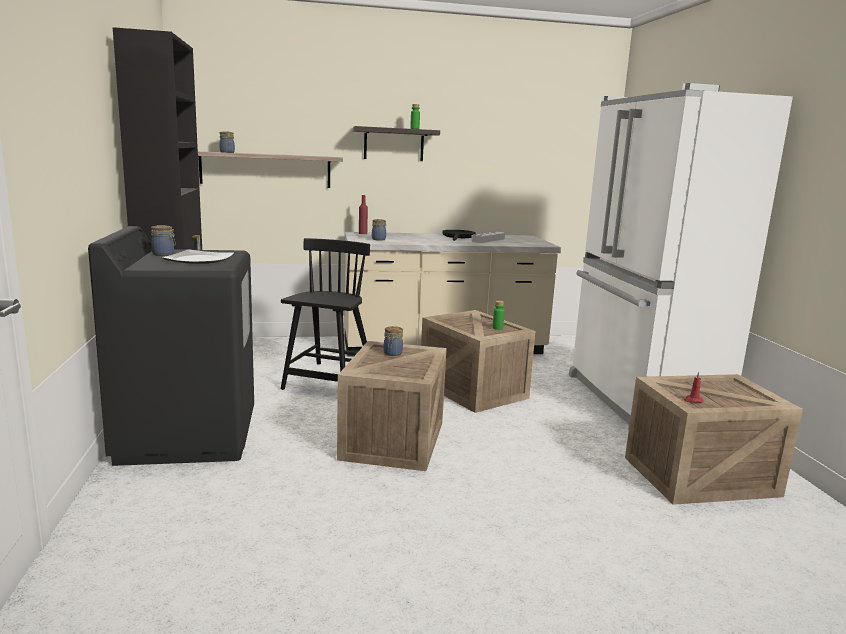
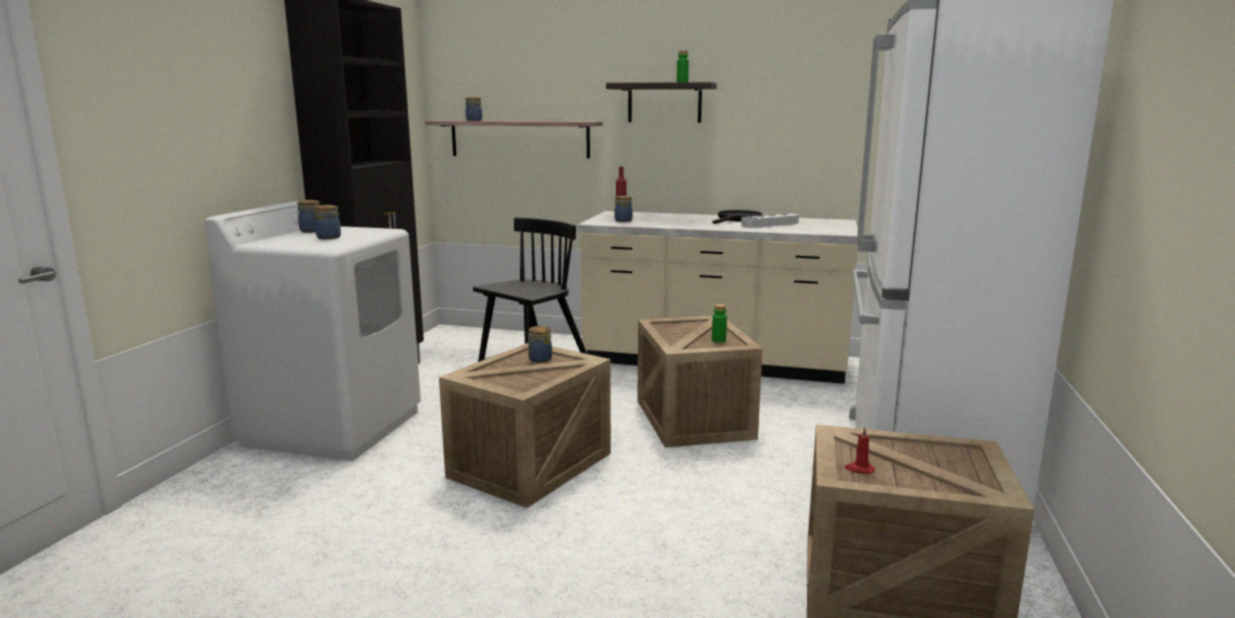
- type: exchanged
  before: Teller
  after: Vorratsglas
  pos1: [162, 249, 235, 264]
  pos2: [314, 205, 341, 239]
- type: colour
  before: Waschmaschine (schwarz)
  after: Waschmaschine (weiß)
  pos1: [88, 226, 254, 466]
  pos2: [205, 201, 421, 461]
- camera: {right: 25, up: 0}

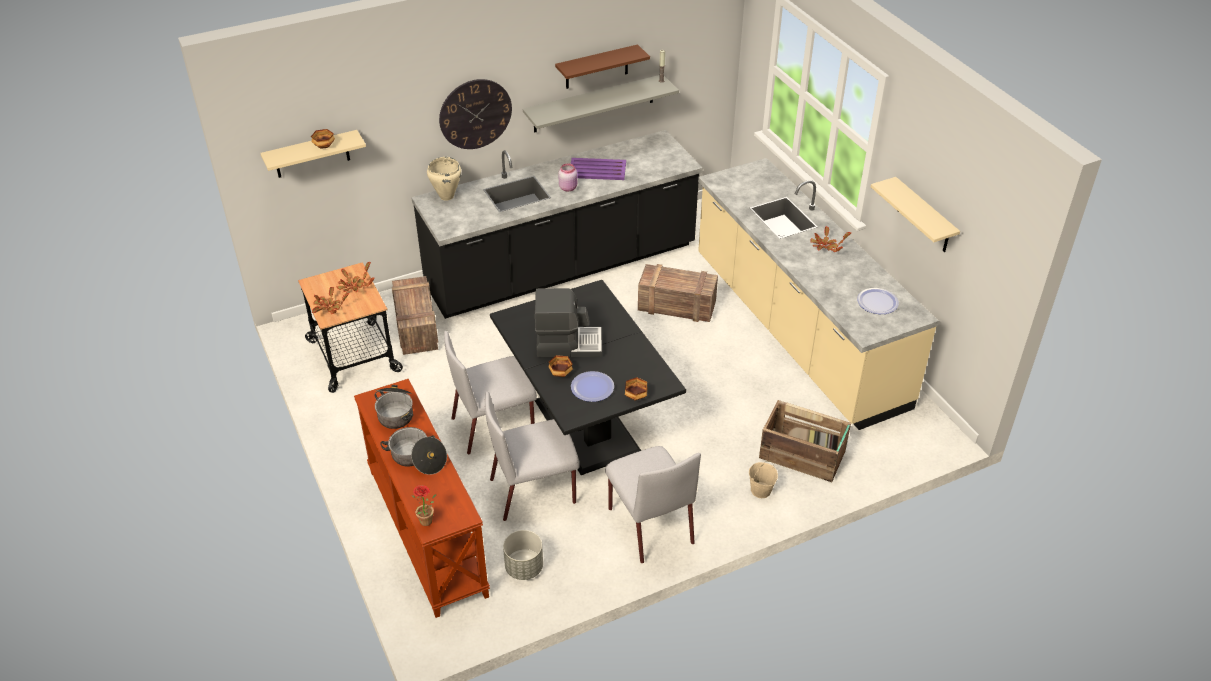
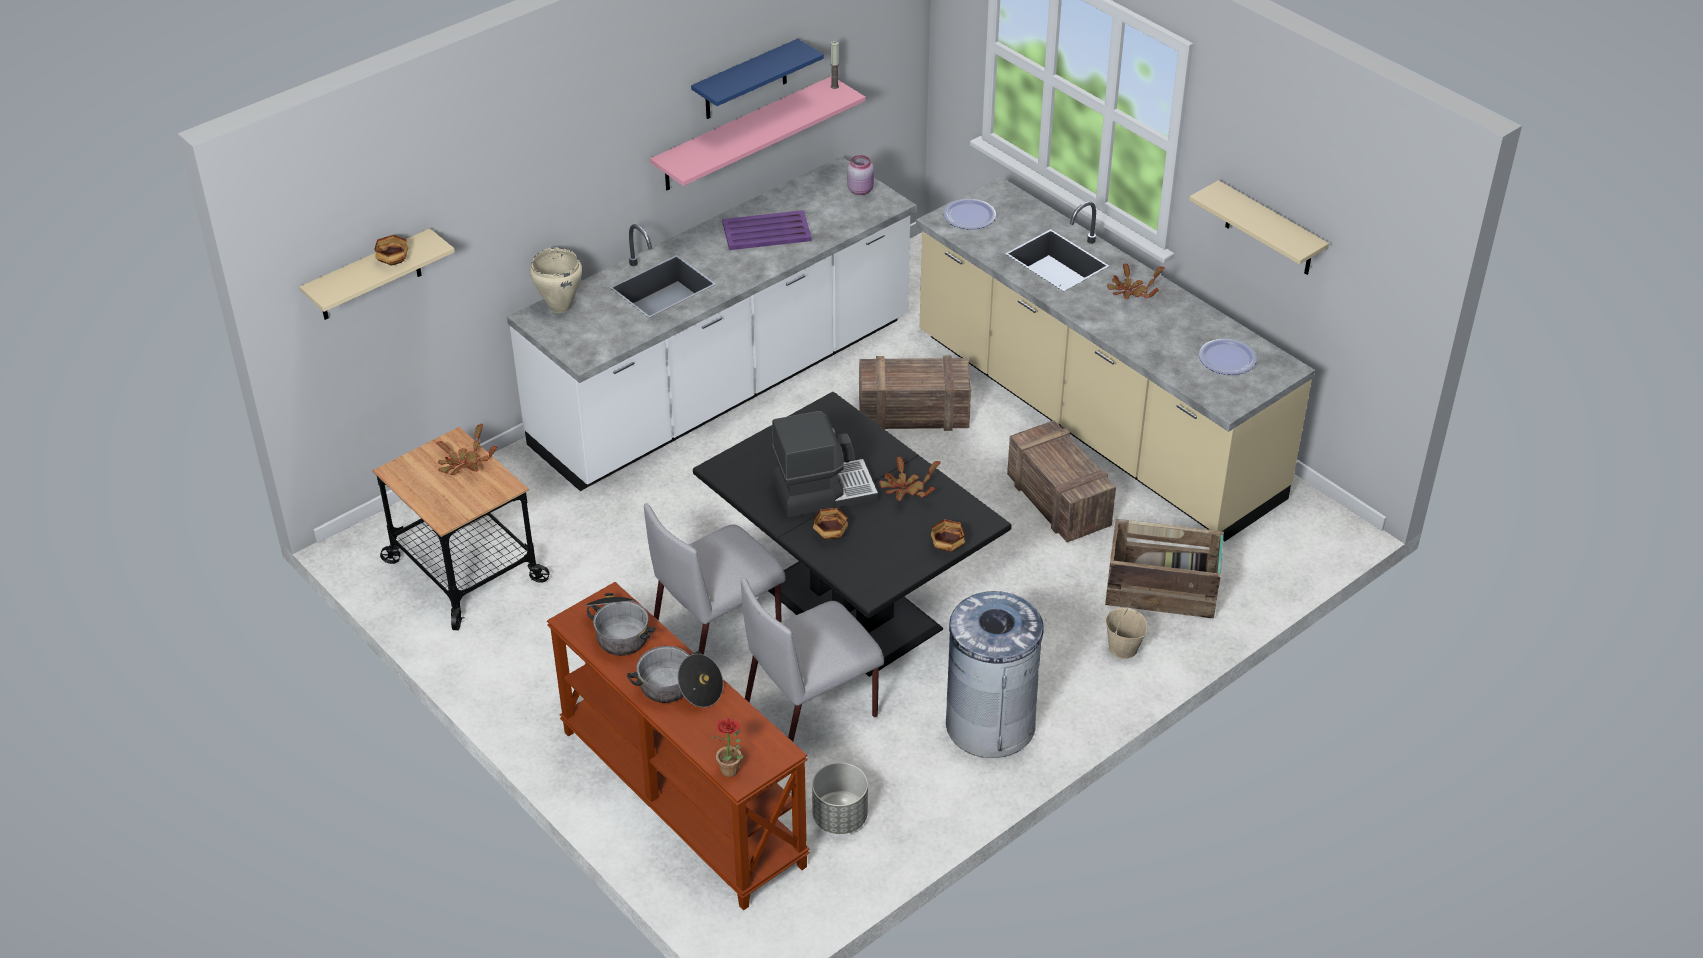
- type: missing
  before: Wanduhr
  pos1: [439, 79, 512, 149]
- type: relocated
  before: Topfpflanze
  pos1: [312, 286, 349, 314]
  pos2: [879, 456, 941, 501]
- type: relocated
  before: Kiste
  pos1: [392, 276, 438, 355]
  pos2: [1007, 420, 1116, 543]
- type: relocated
  before: Vorratsglas (rosa)
  pos1: [558, 164, 577, 191]
  pos2: [847, 155, 874, 195]
- type: relocated
  before: Teller
  pos1: [571, 371, 614, 402]
  pos2: [943, 199, 996, 230]
- type: exchanged
  before: Stuhl (grau)
  after: Mülleimer (grau)
  pos1: [605, 446, 701, 563]
  pos2: [946, 591, 1047, 758]
- type: colour
  before: Küchenzeile (schwarz)
  after: Küchenzeile (weiß)
  pos1: [411, 130, 703, 319]
  pos2: [507, 156, 917, 491]
- type: colour
  before: Wandregal (grau)
  after: Wandregal (rosa)
  pos1: [523, 75, 679, 133]
  pos2: [650, 76, 866, 190]
- type: colour
  before: Wandregal (braun)
  after: Wandregal (blau)
  pos1: [555, 44, 650, 89]
  pos2: [691, 39, 824, 119]
- camera: {right: -15, up: 0}

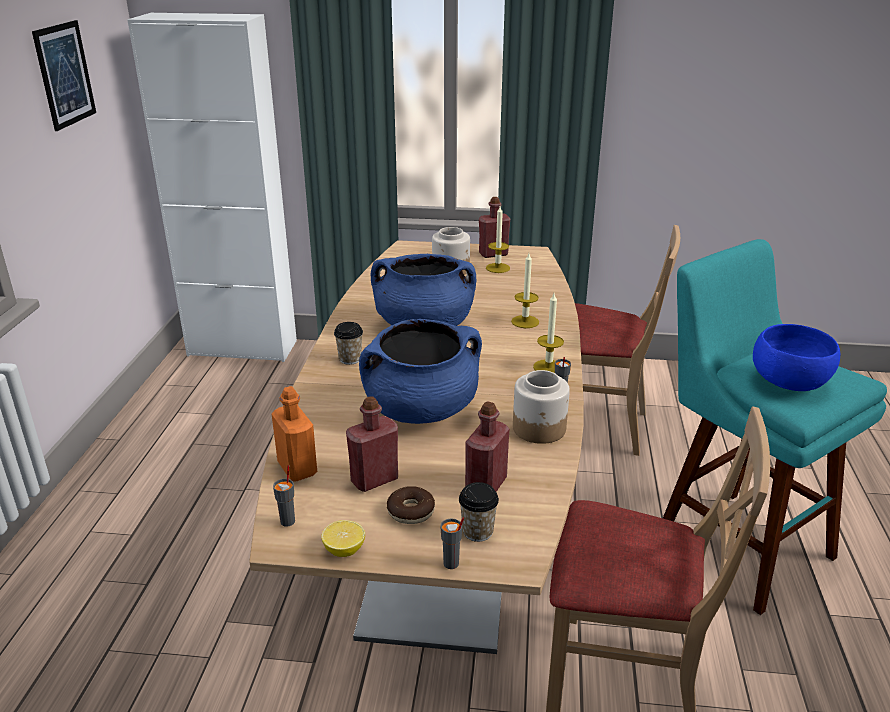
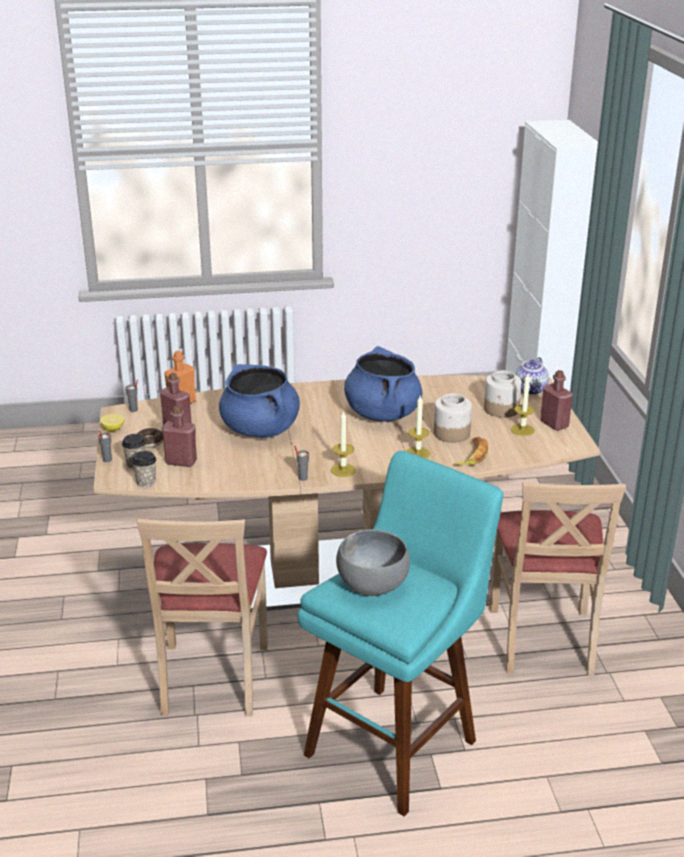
- type: missing
  before: Bild
  pos1: [32, 20, 96, 131]
- type: appeared
  after: Banane
  pos2: [454, 437, 488, 465]
- type: appeared
  after: Teekanne
  pos2: [515, 357, 549, 395]
- type: relocated
  before: Tasse
  pos1: [334, 322, 363, 365]
  pos2: [132, 451, 156, 487]
- type: relocated
  before: Vorratsglas
  pos1: [513, 370, 570, 444]
  pos2: [434, 393, 472, 443]
- type: colour
  before: Schüssel (blau)
  after: Schüssel (grau)
  pos1: [753, 324, 840, 391]
  pos2: [336, 529, 410, 596]
- camera: {right: 75, up: 0}

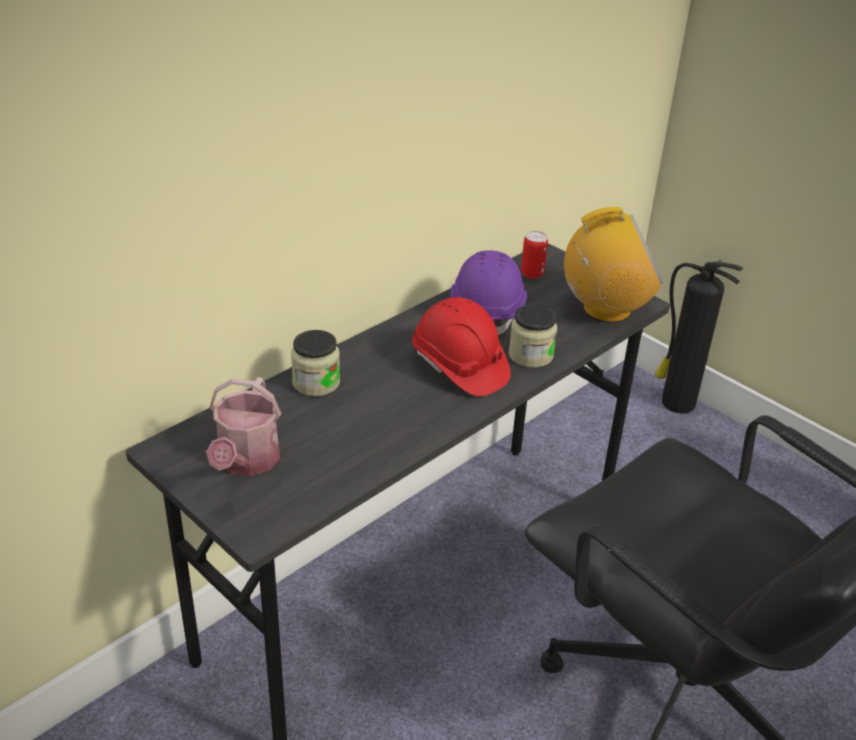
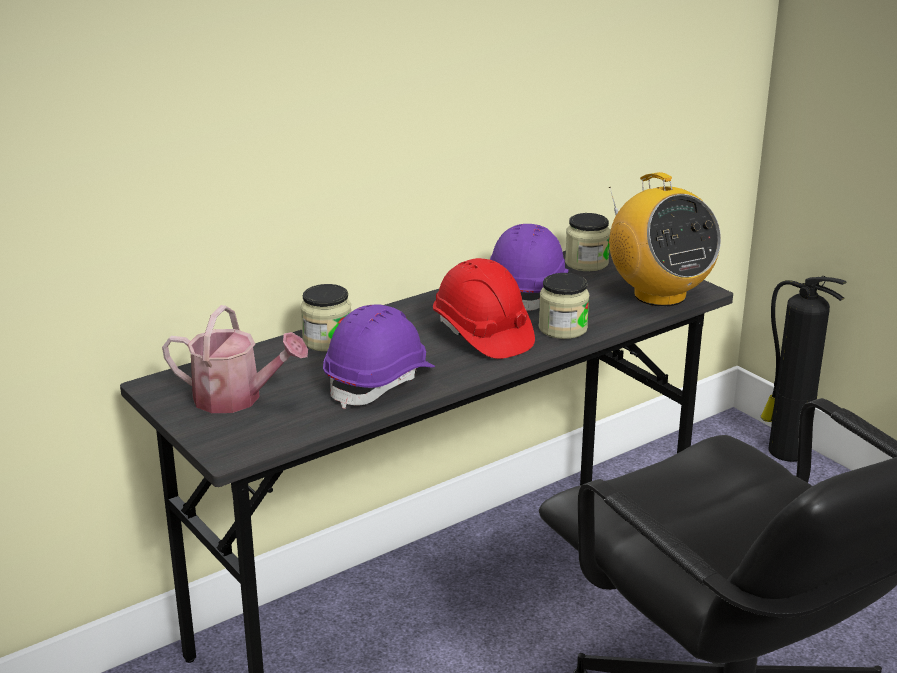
- type: appeared
  after: Schutzhelm (lila)
  pos2: [323, 304, 435, 409]
- type: exchanged
  before: Dose
  after: Vorratsglas
  pos1: [521, 231, 548, 279]
  pos2: [565, 213, 610, 271]
- type: spun
  before: Gießkanne
  pos1: [206, 377, 281, 476]
  pos2: [162, 305, 308, 413]
  turn: -90
- type: spun
  before: Radio
  pos1: [564, 207, 663, 323]
  pos2: [609, 172, 721, 307]
  turn: 60
- camera: {right: 10, up: -10}

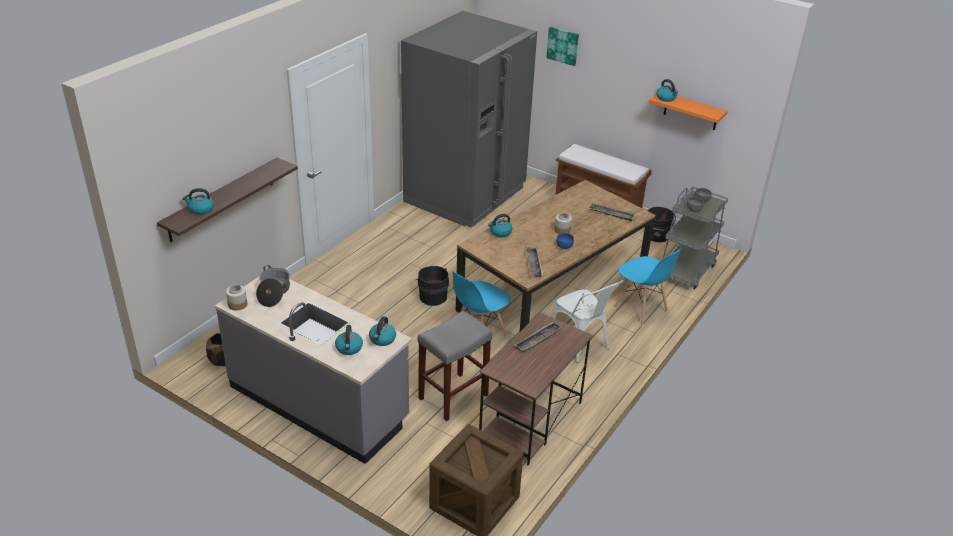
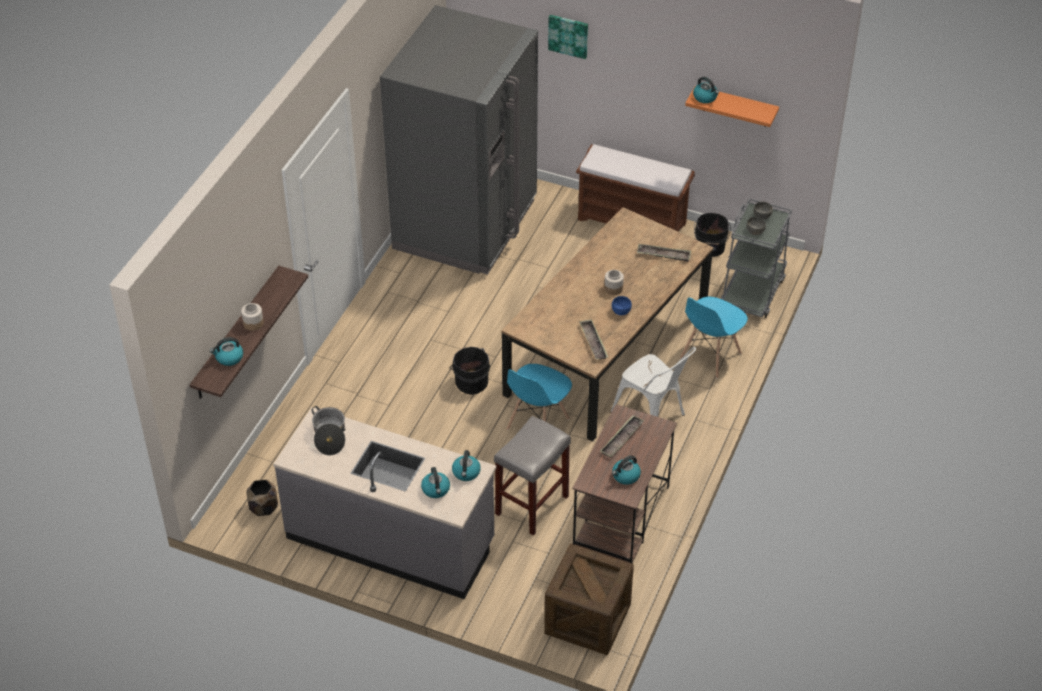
- type: relocated
  before: Vorratsglas
  pos1: [226, 285, 247, 311]
  pos2: [241, 303, 264, 331]
- type: relocated
  before: Wasserkessel
  pos1: [488, 214, 513, 237]
  pos2: [612, 456, 641, 485]
- type: spun
  before: Stuhl (blau)
  pos1: [614, 248, 682, 326]
  pos2: [680, 297, 748, 378]
  turn: 90
- camera: {right: -10, up: 10}

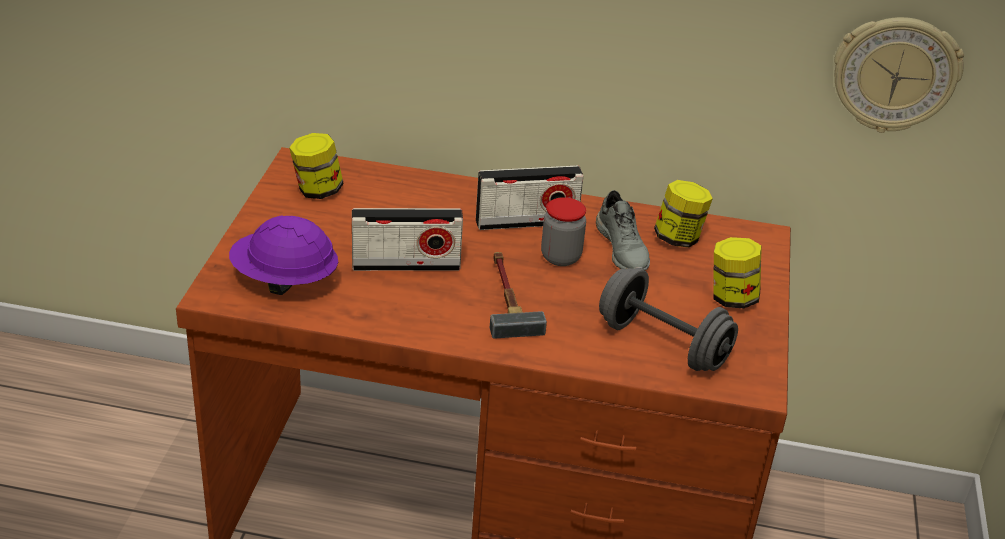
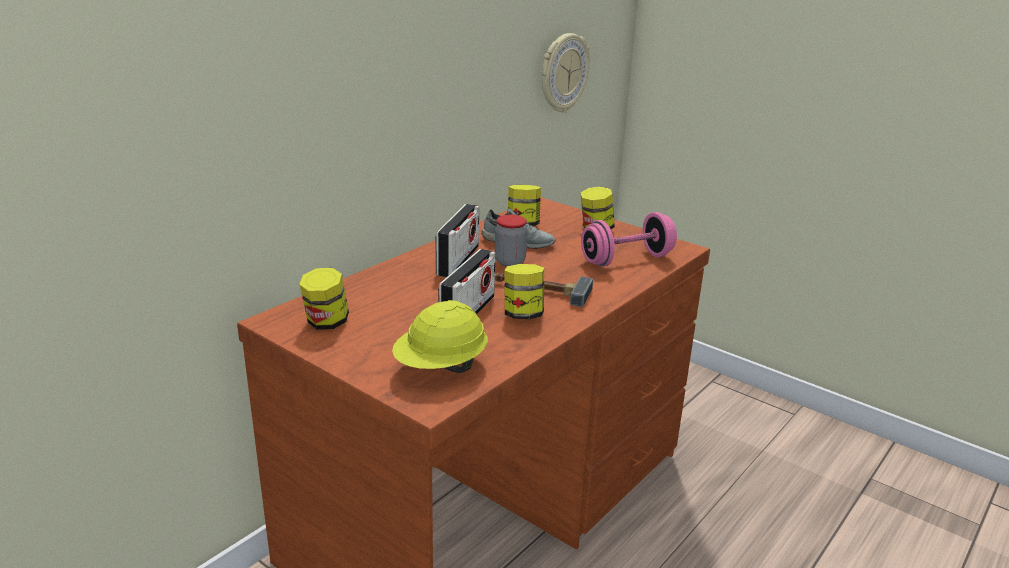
- type: appeared
  after: Vorratsglas
  pos2: [504, 264, 544, 319]
- type: colour
  before: Schutzhelm (lila)
  after: Schutzhelm (gelb)
  pos1: [229, 215, 338, 295]
  pos2: [392, 300, 488, 373]
- type: colour
  before: Hantel (grau)
  after: Hantel (rosa)
  pos1: [599, 268, 738, 371]
  pos2: [581, 212, 677, 267]
- camera: {right: -60, up: -10}

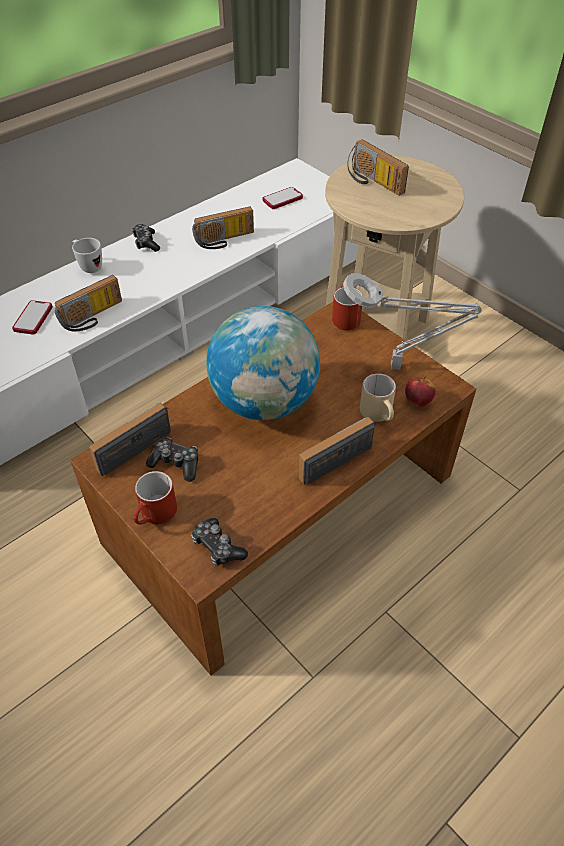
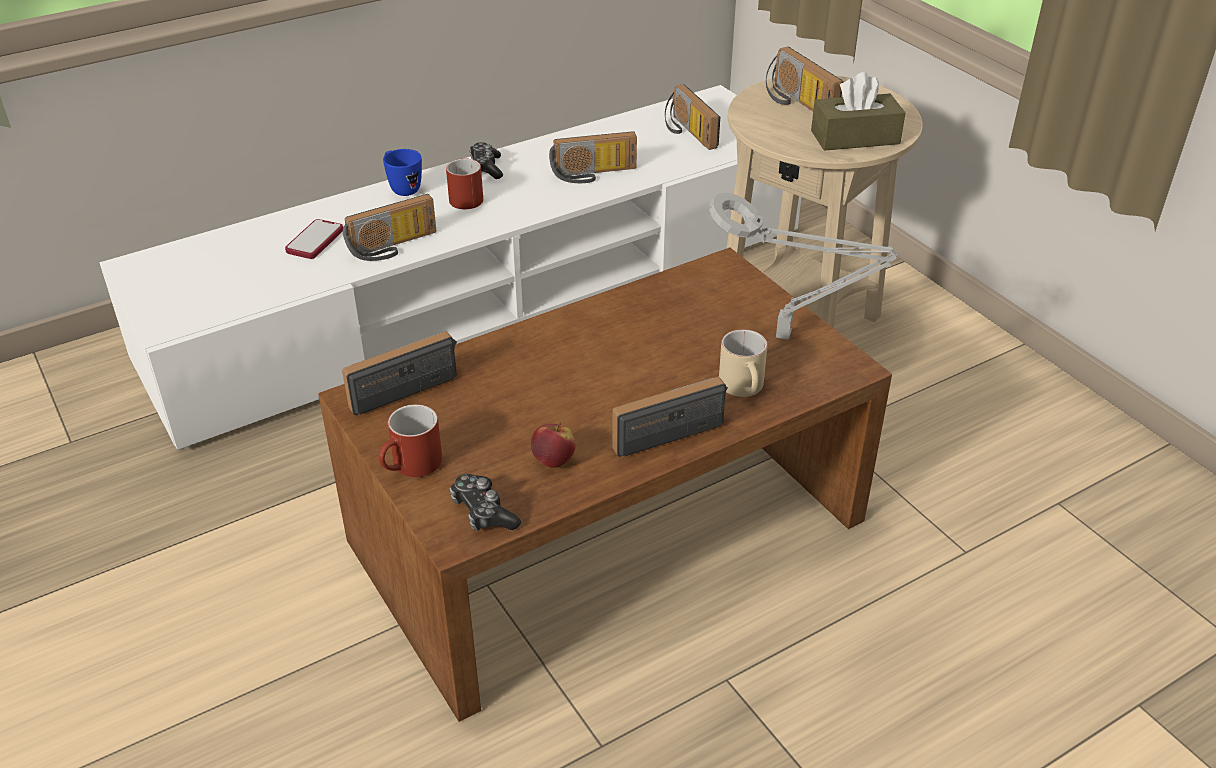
- type: missing
  before: Gamepad
  pos1: [146, 437, 198, 482]
- type: missing
  before: Globus
  pos1: [206, 306, 320, 420]
- type: appeared
  after: Taschentuchbox (braun)
  pos2: [811, 72, 906, 151]
- type: relocated
  before: Henkelbecher (rot)
  pos1: [332, 285, 363, 330]
  pos2: [446, 159, 483, 209]
- type: relocated
  before: Apfel
  pos1: [405, 377, 436, 407]
  pos2: [531, 422, 576, 468]
- type: exchanged
  before: Handy
  after: Radio
  pos1: [263, 187, 303, 209]
  pos2: [665, 84, 720, 150]
- type: colour
  before: Henkelbecher (weiß)
  after: Henkelbecher (blau)
  pos1: [72, 238, 102, 273]
  pos2: [383, 149, 422, 196]
- camera: {right: 10, up: -10}

